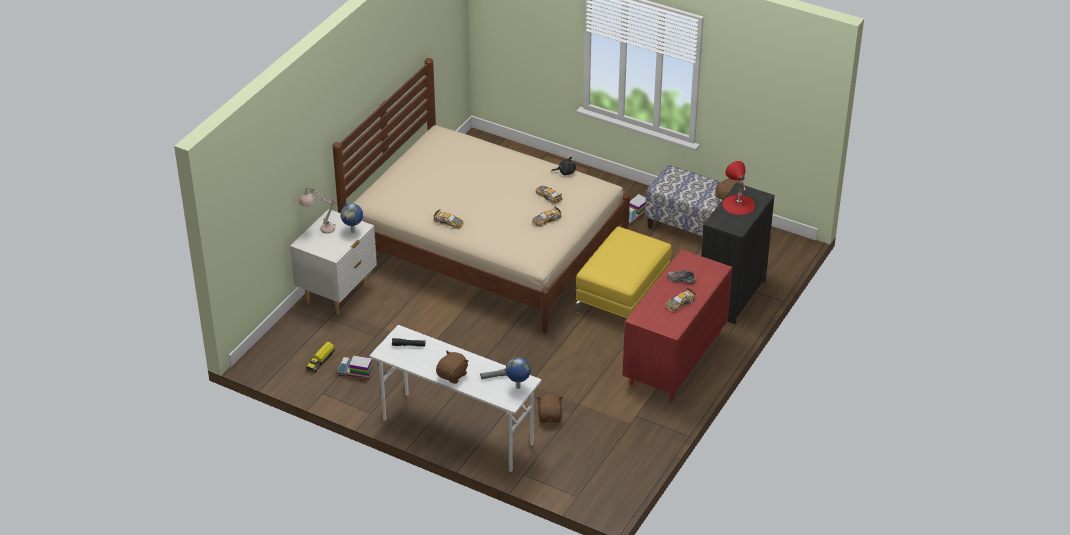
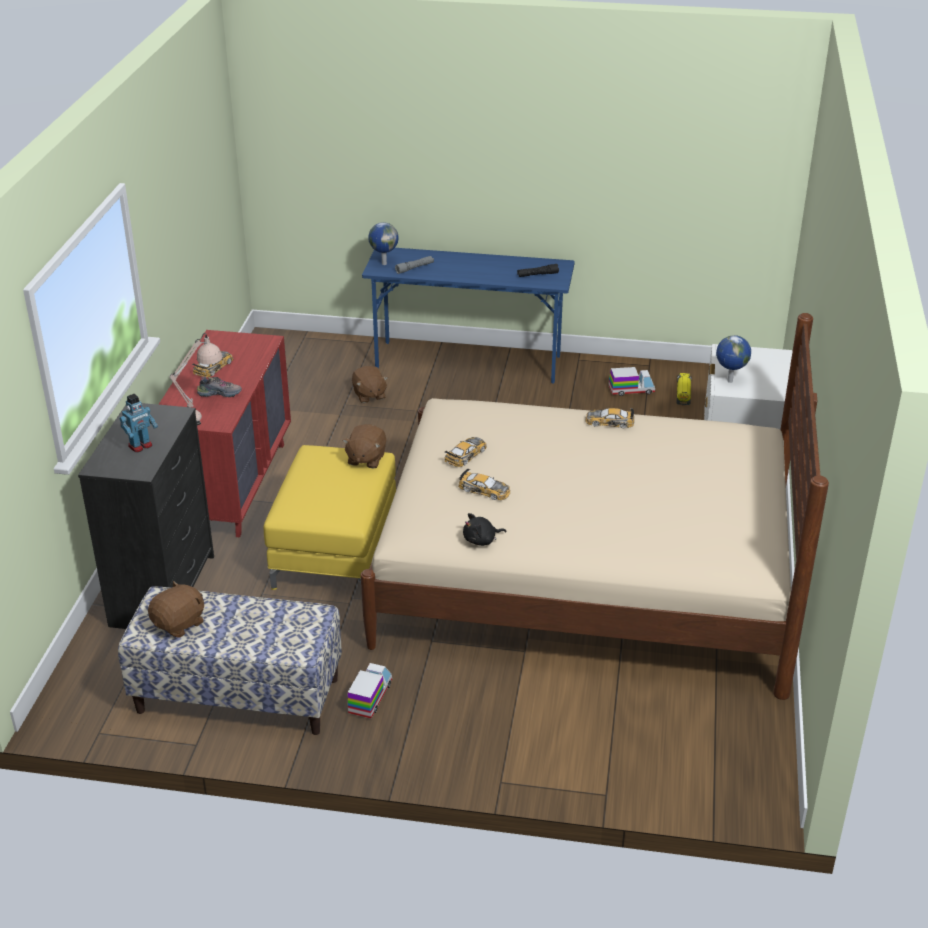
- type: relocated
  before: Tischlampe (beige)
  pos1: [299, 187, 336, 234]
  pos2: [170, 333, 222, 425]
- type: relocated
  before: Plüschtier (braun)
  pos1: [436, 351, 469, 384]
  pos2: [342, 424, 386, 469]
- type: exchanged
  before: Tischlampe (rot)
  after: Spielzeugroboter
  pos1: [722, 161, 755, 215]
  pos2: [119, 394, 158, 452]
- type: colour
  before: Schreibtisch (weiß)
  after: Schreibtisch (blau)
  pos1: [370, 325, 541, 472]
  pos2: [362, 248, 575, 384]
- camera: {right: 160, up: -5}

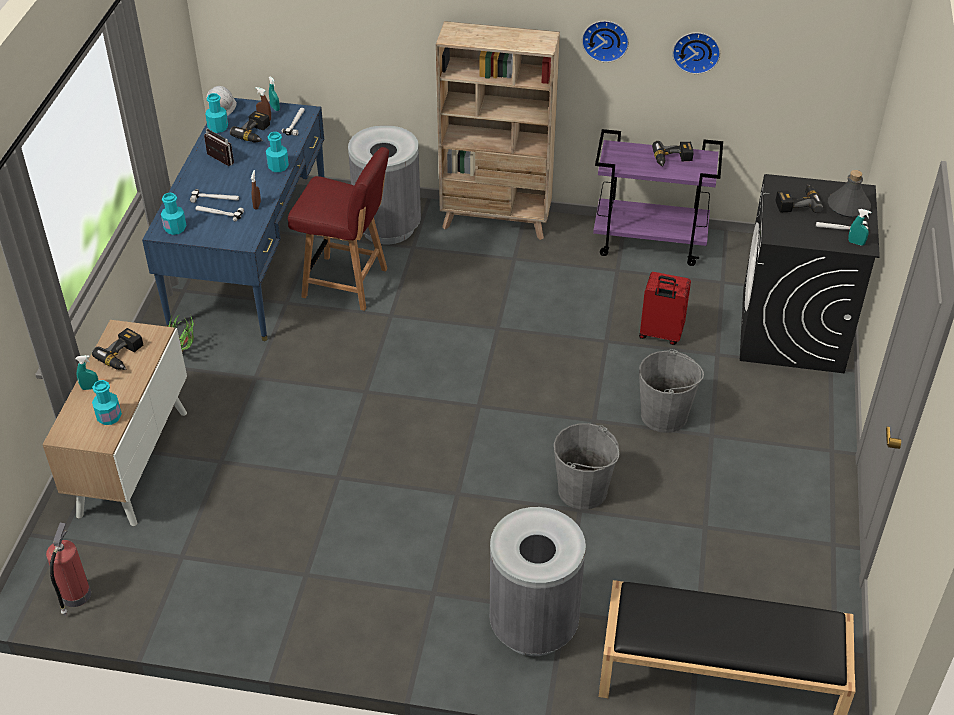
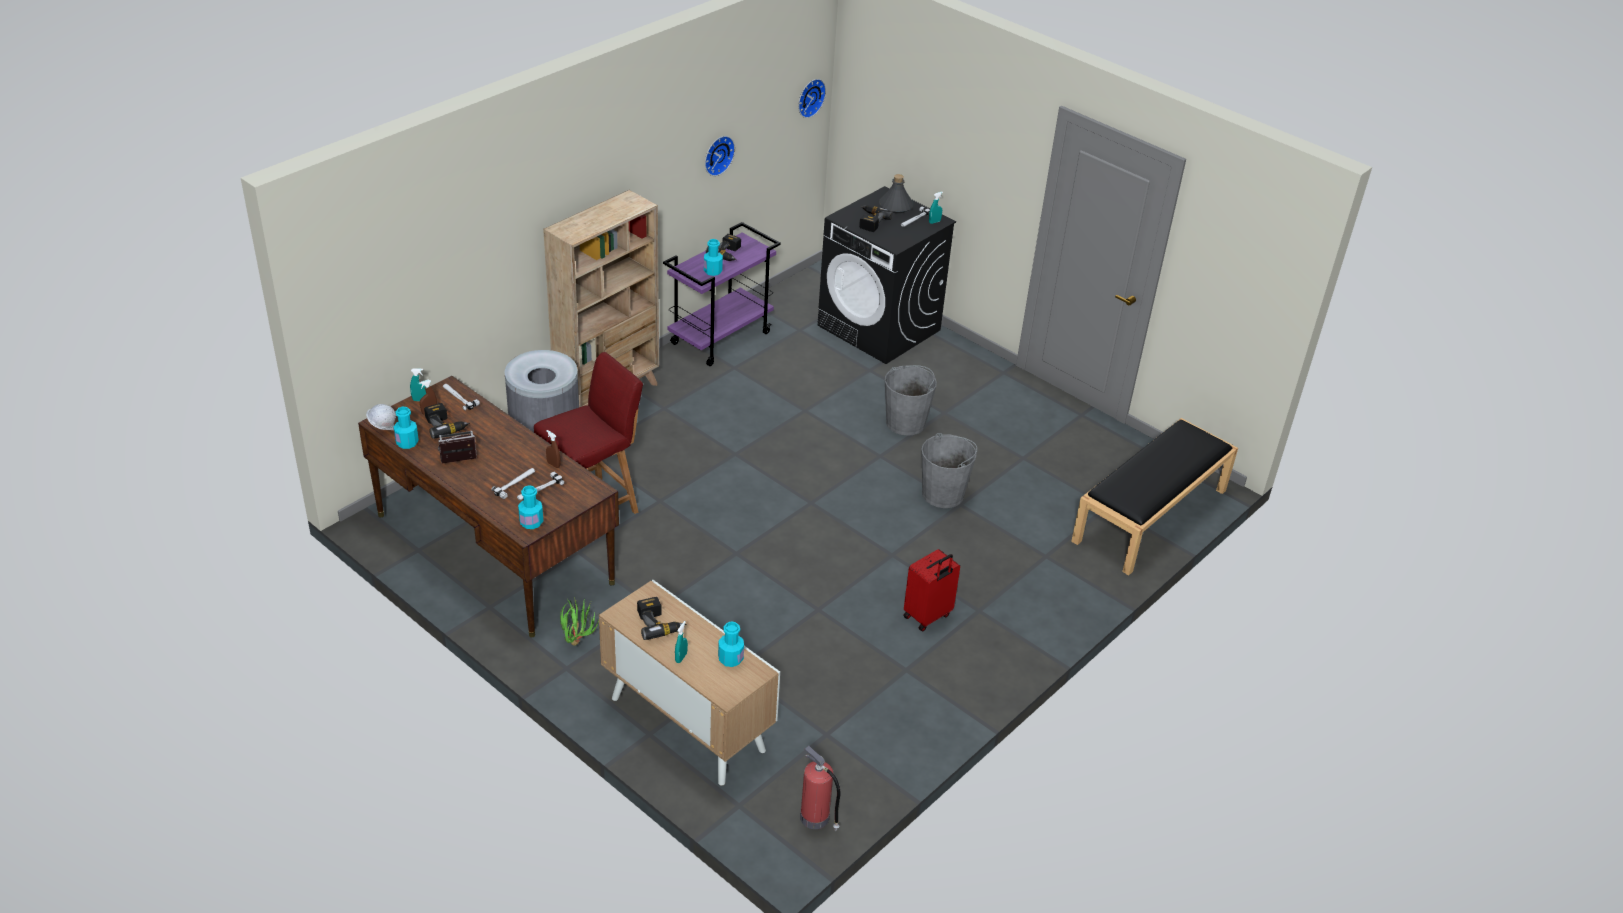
- type: missing
  before: Mülleimer (grau)
  pos1: [489, 507, 586, 656]
- type: relocated
  before: Flasche (türkis)
  pos1: [266, 132, 289, 172]
  pos2: [704, 239, 723, 276]
- type: relocated
  before: Wanduhr
  pos1: [582, 21, 629, 63]
  pos2: [798, 79, 826, 118]
- type: relocated
  before: Koffer (rot)
  pos1: [639, 272, 691, 345]
  pos2: [904, 549, 960, 631]
- type: colour
  before: Schreibtisch (blau)
  after: Schreibtisch (braun)
  pos1: [142, 98, 325, 341]
  pos2: [358, 376, 619, 637]
- camera: {right: -60, up: -5}

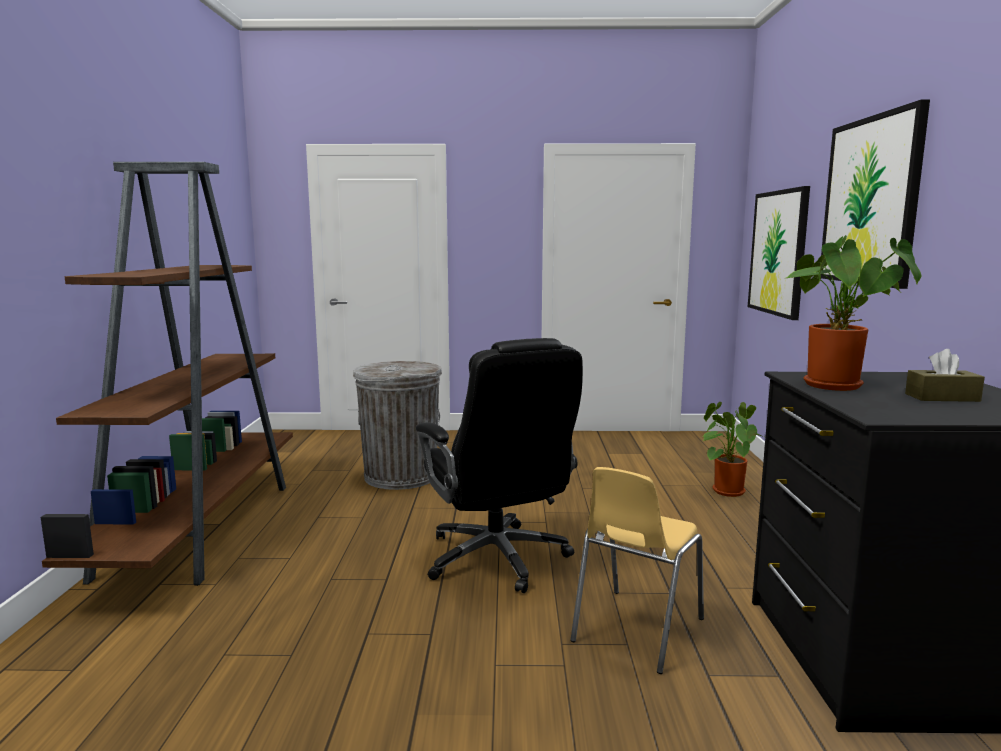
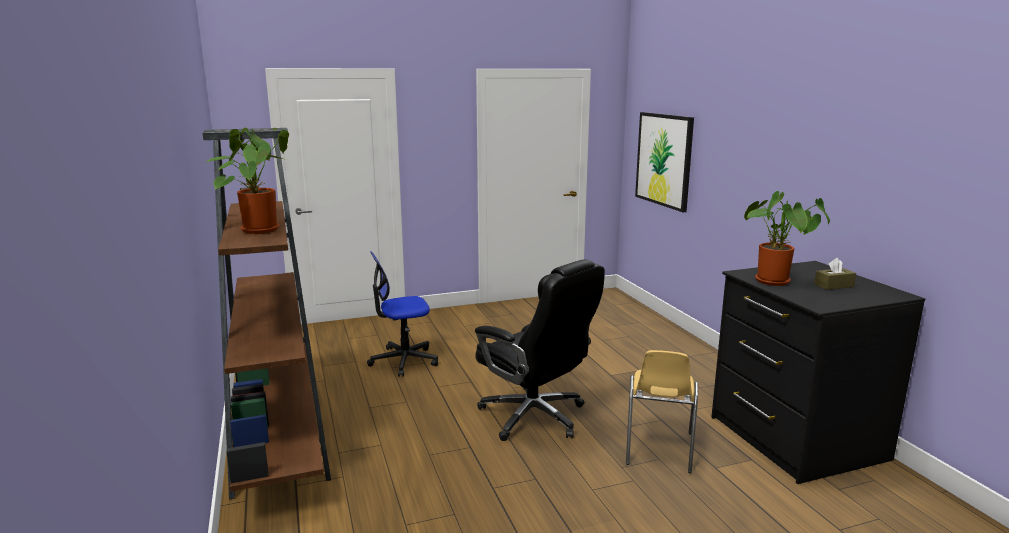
- type: missing
  before: Bild
  pos1: [821, 99, 930, 289]
- type: relocated
  before: Topfpflanze
  pos1: [703, 402, 764, 497]
  pos2: [206, 128, 289, 234]
- type: exchanged
  before: Mülleimer (grau)
  after: Bürostuhl
  pos1: [353, 361, 442, 490]
  pos2: [367, 252, 438, 377]
- camera: {right: -20, up: 5}

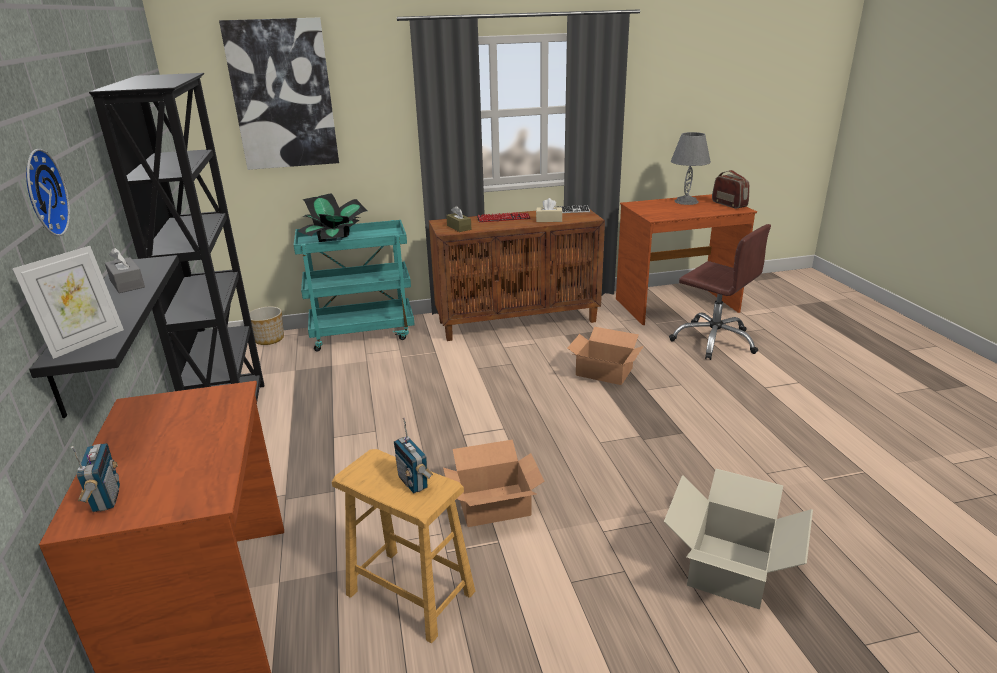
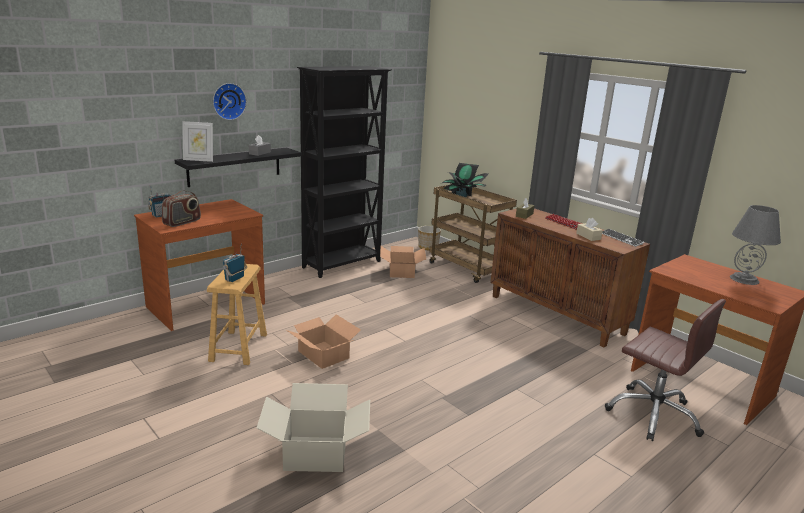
- type: missing
  before: Bild
  pos1: [219, 17, 339, 170]
- type: relocated
  before: Karton
  pos1: [568, 327, 644, 385]
  pos2: [380, 246, 426, 278]
- type: relocated
  before: Radio
  pos1: [712, 170, 750, 209]
  pos2: [162, 190, 201, 227]
- type: colour
  before: Rollwagen (türkis)
  after: Rollwagen (braun)
  pos1: [294, 220, 415, 351]
  pos2: [429, 184, 517, 283]
- type: spun
  before: Bürostuhl (braun)
  pos1: [669, 224, 771, 360]
  pos2: [605, 299, 726, 441]
  turn: -60
- camera: {right: 60, up: -5}

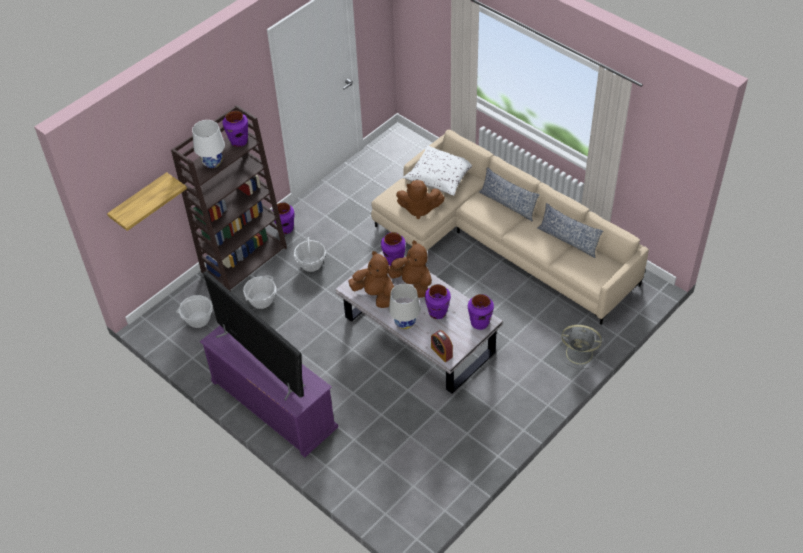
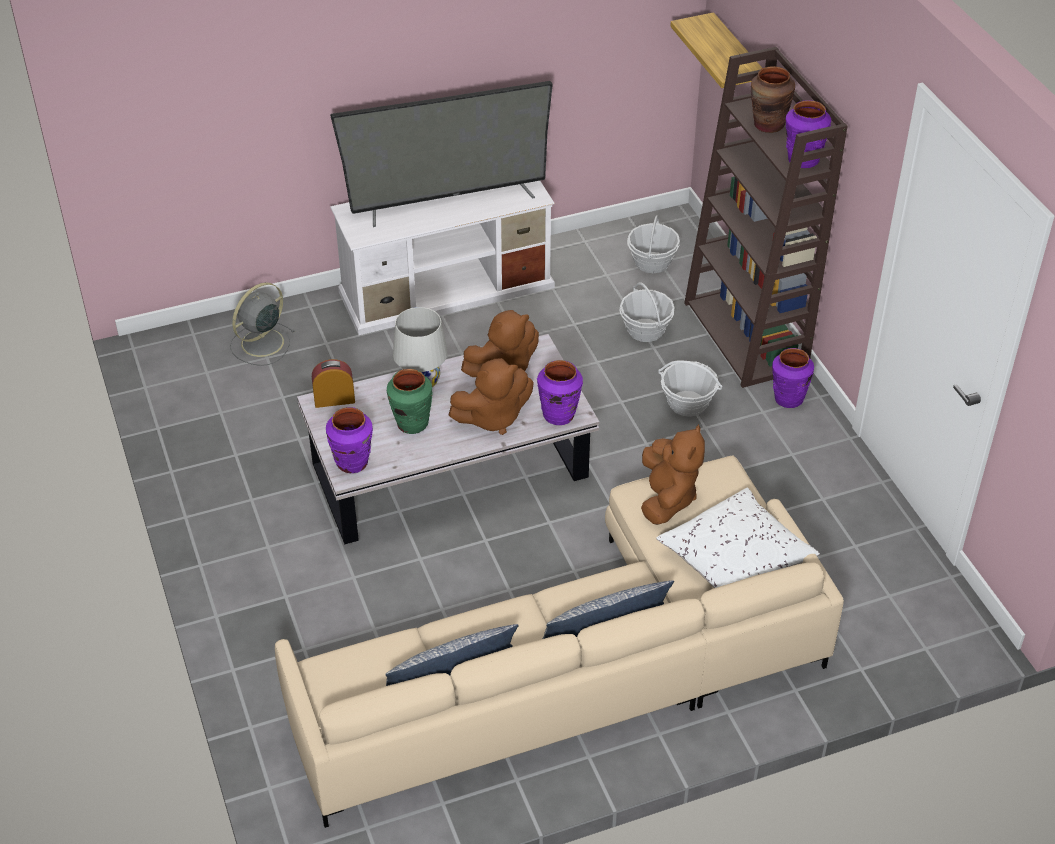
- type: relocated
  before: Ventilator (grau)
  pos1: [560, 325, 602, 369]
  pos2: [230, 282, 295, 366]
- type: exchanged
  before: Tischlampe (weiß)
  after: Vase (braun)
  pos1: [192, 120, 225, 168]
  pos2: [751, 66, 795, 133]
- type: colour
  before: Fernsehschrank (lila)
  after: Fernsehschrank (weiß)
  pos1: [200, 326, 338, 457]
  pos2: [330, 181, 555, 335]
- type: colour
  before: Vase (lila)
  after: Vase (grün)
  pos1: [425, 284, 451, 319]
  pos2: [387, 369, 432, 434]
- type: spun
  before: Plüschtier (braun)
  pos1: [396, 180, 445, 219]
  pos2: [641, 424, 705, 525]
  turn: 150
- camera: {right: 115, up: -5}

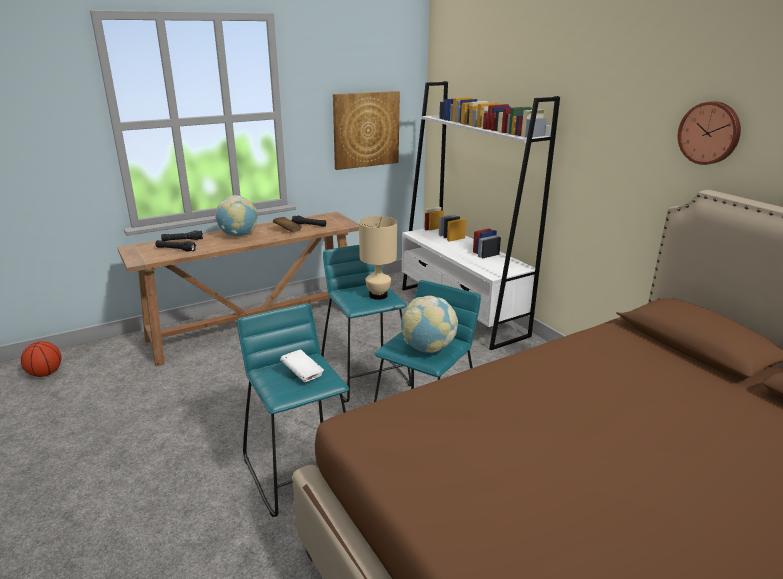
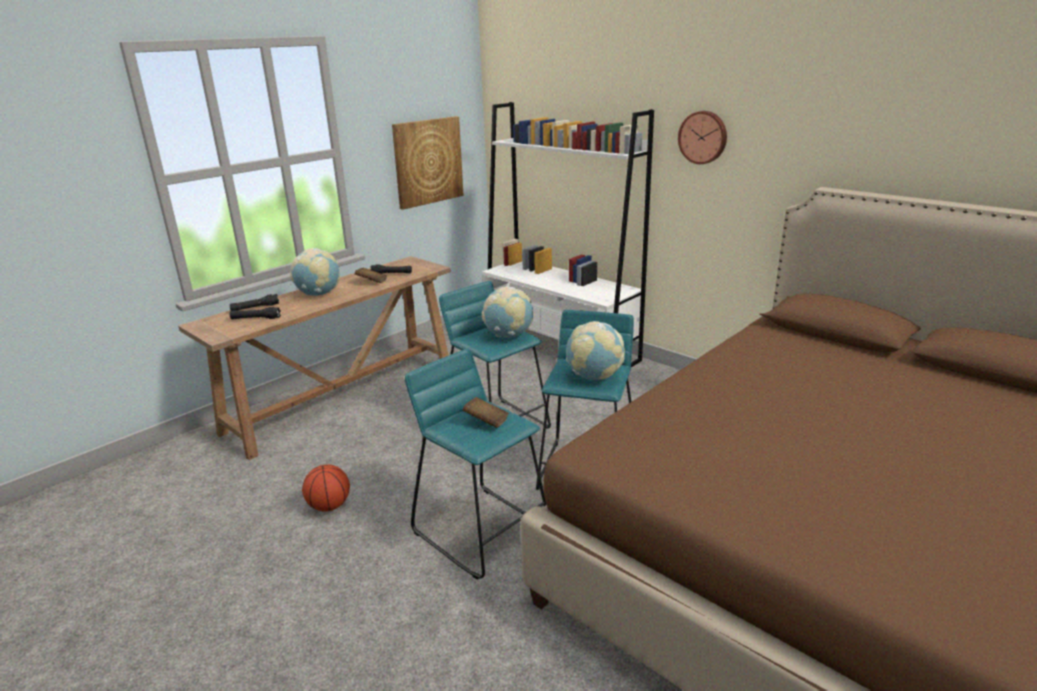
- type: relocated
  before: Basketball
  pos1: [21, 341, 61, 377]
  pos2: [302, 464, 350, 511]
- type: relocated
  before: Wanduhr
  pos1: [678, 101, 741, 165]
  pos2: [678, 111, 727, 164]
- type: exchanged
  before: Tischlampe (beige)
  after: Globus
  pos1: [359, 216, 397, 300]
  pos2: [482, 286, 533, 338]
- type: colour
  before: Buch (weiß)
  after: Buch (braun)
  pos1: [280, 349, 324, 382]
  pos2: [462, 397, 509, 428]
- camera: {right: -15, up: 0}

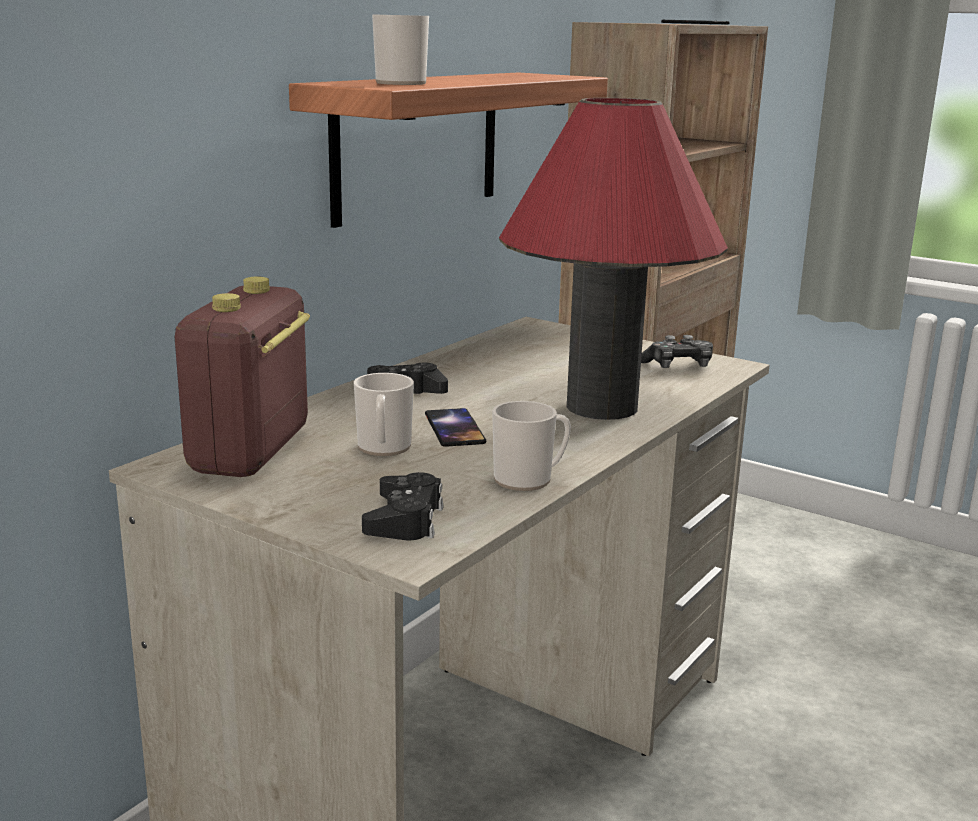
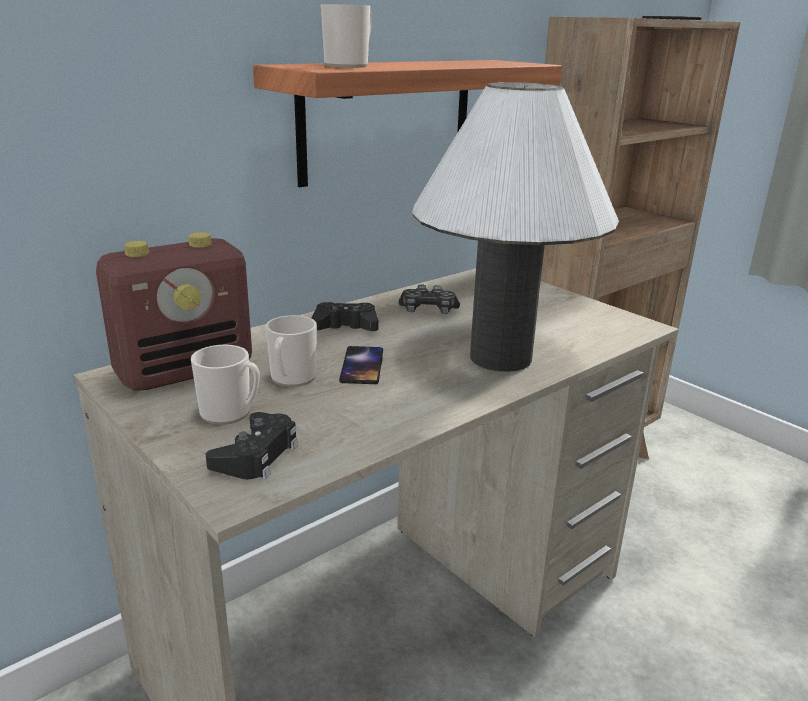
- type: relocated
  before: Henkelbecher
  pos1: [492, 401, 571, 491]
  pos2: [191, 345, 260, 425]
- type: relocated
  before: Gamepad
  pos1: [641, 335, 713, 368]
  pos2: [399, 284, 460, 314]
- type: colour
  before: Tischlampe (rot)
  after: Tischlampe (weiß)
  pos1: [499, 98, 728, 420]
  pos2: [412, 82, 619, 372]
- type: spun
  before: Radio
  pos1: [175, 277, 310, 477]
  pos2: [96, 232, 252, 391]
  turn: -150
- camera: {right: 15, up: 5}

